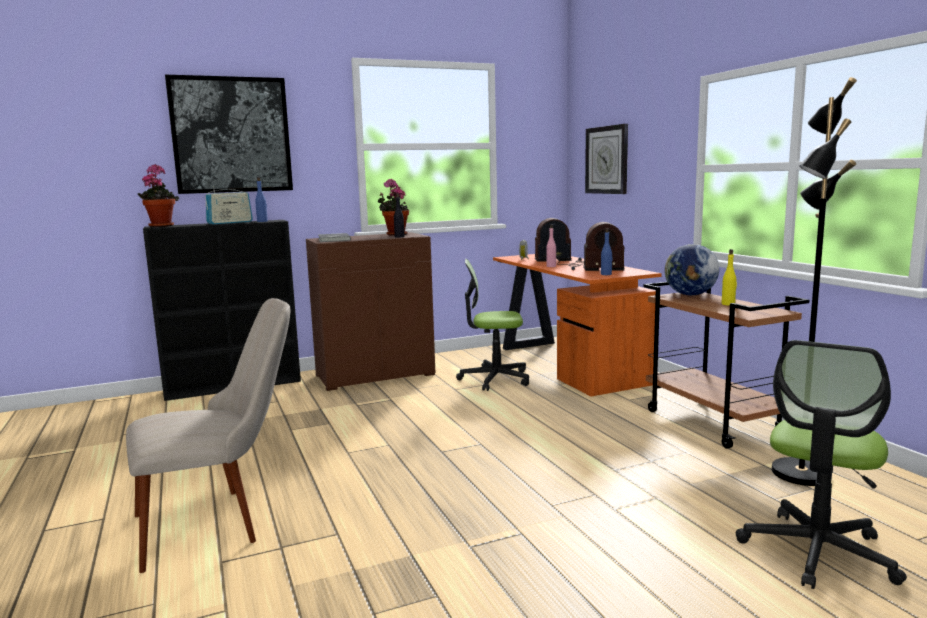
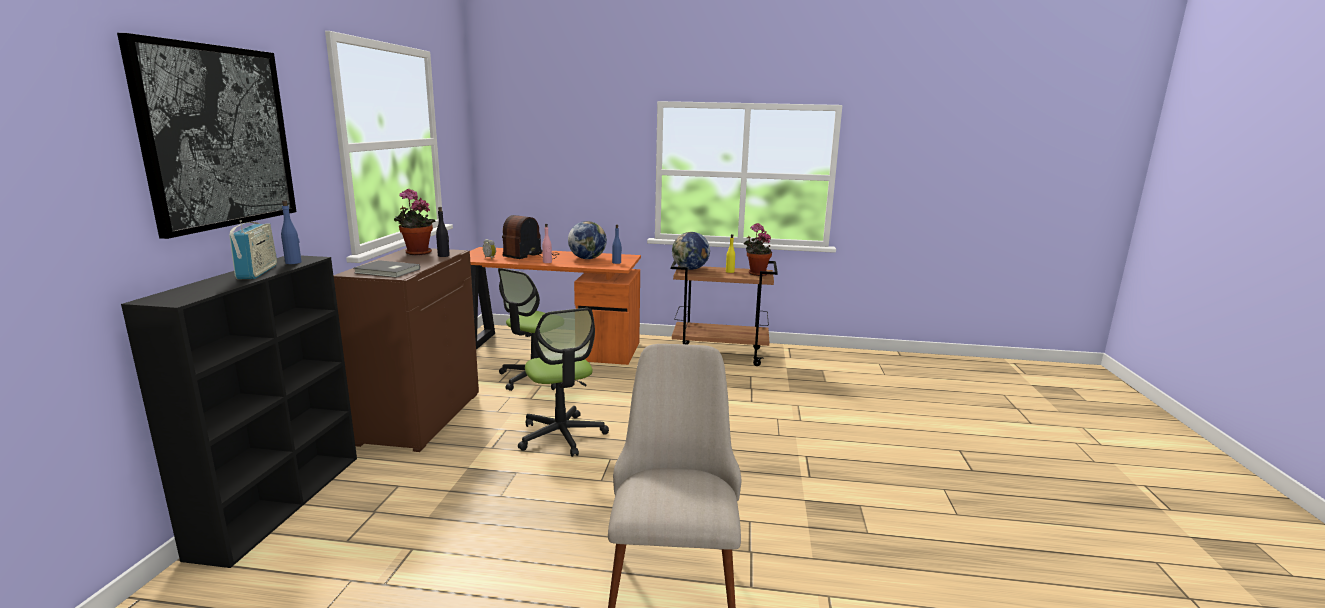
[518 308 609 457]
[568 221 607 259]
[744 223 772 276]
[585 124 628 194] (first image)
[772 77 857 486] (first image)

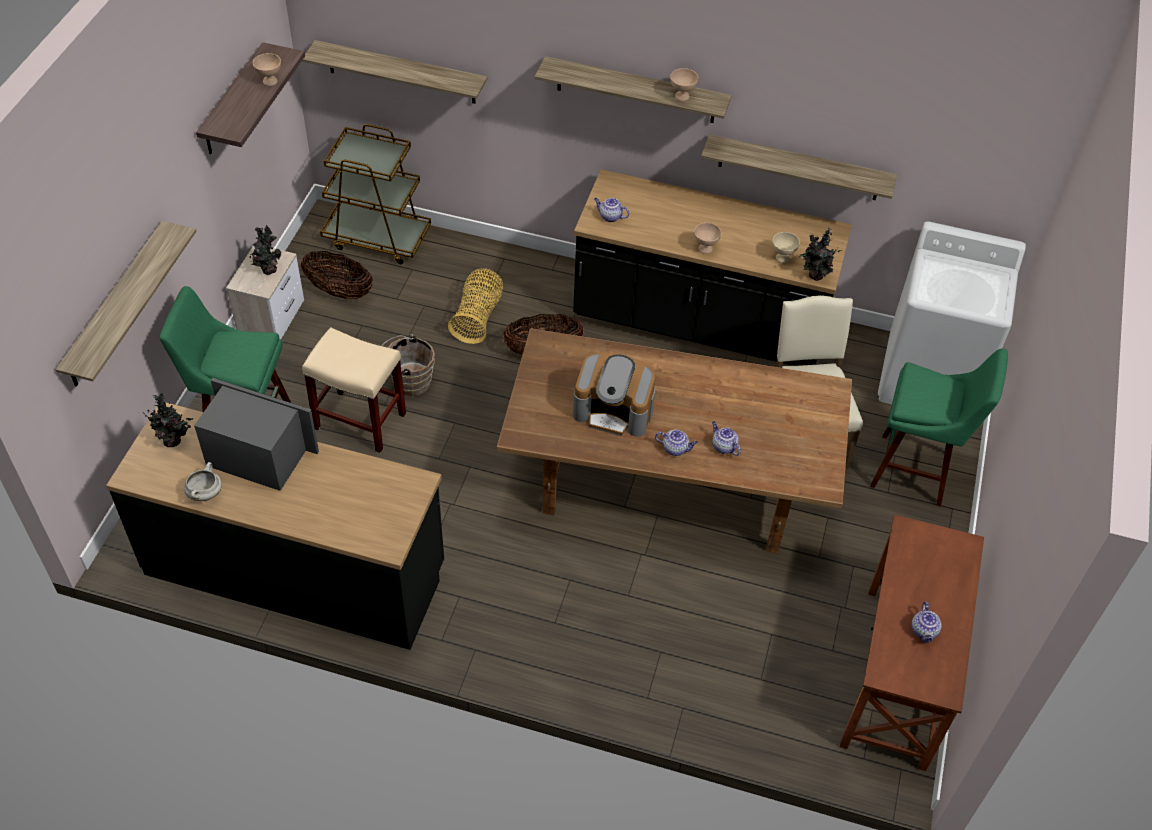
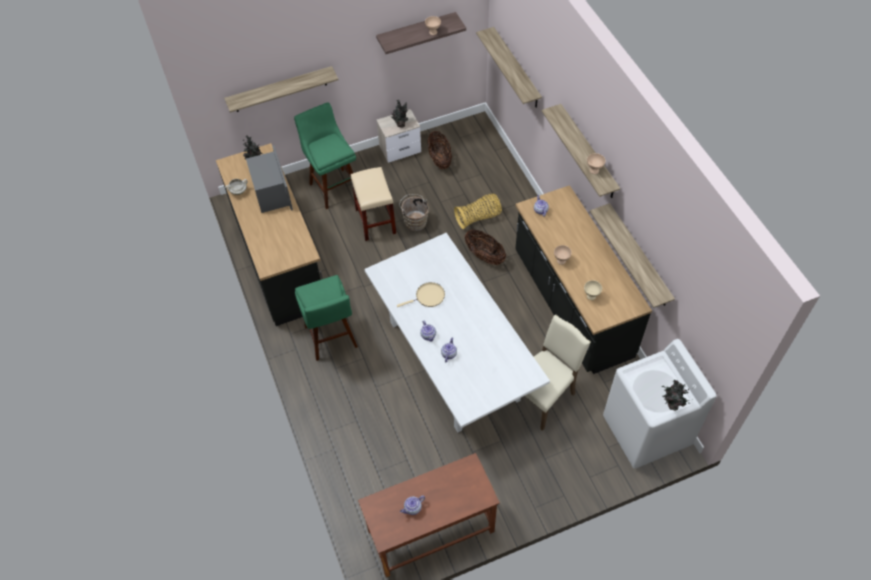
[295 275 358 361]
[365 233 550 432]
[397 282 445 307]
[661 380 690 411]
[320 124 431 264] (first image)

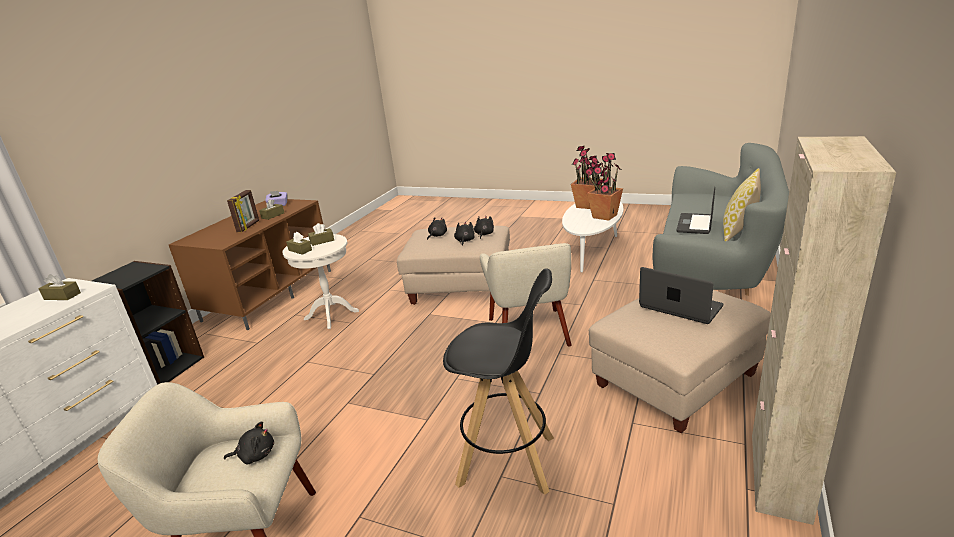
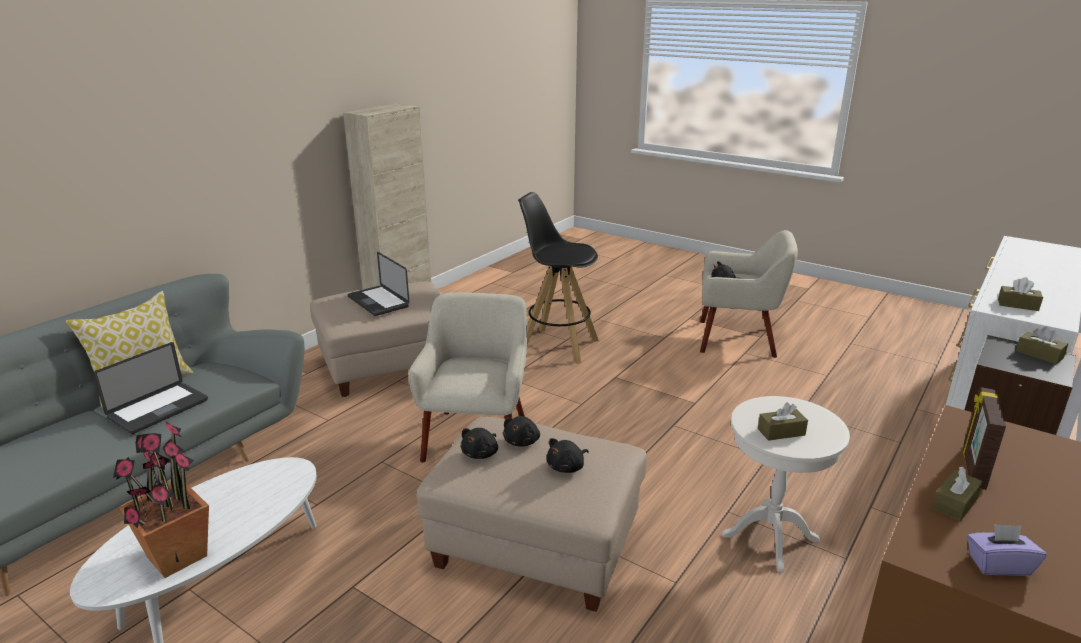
[1016 326 1068 364]
[587 153 623 221] (first image)

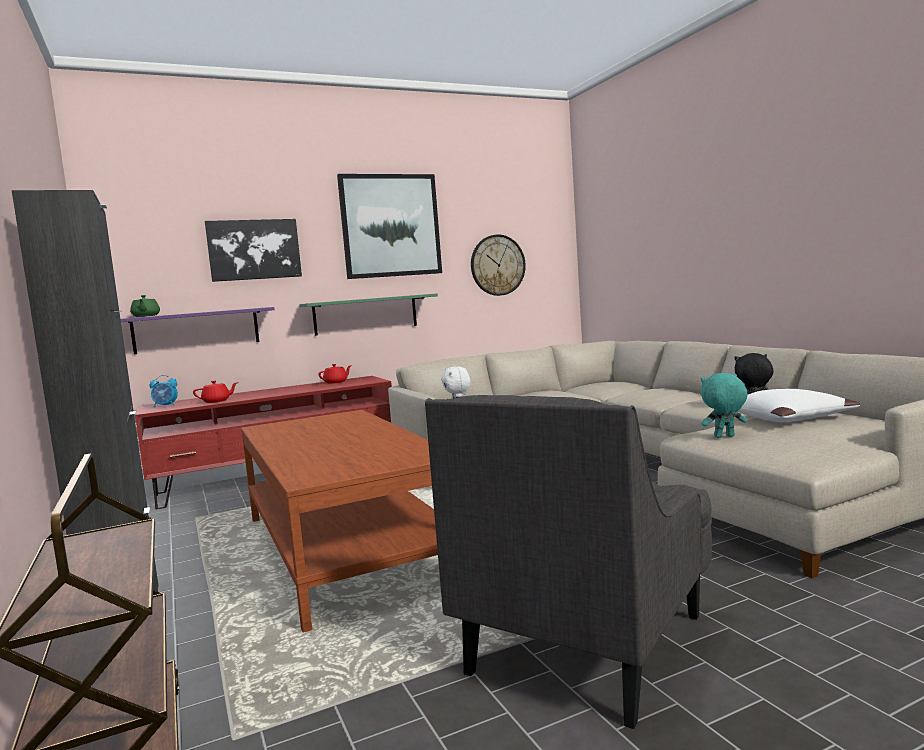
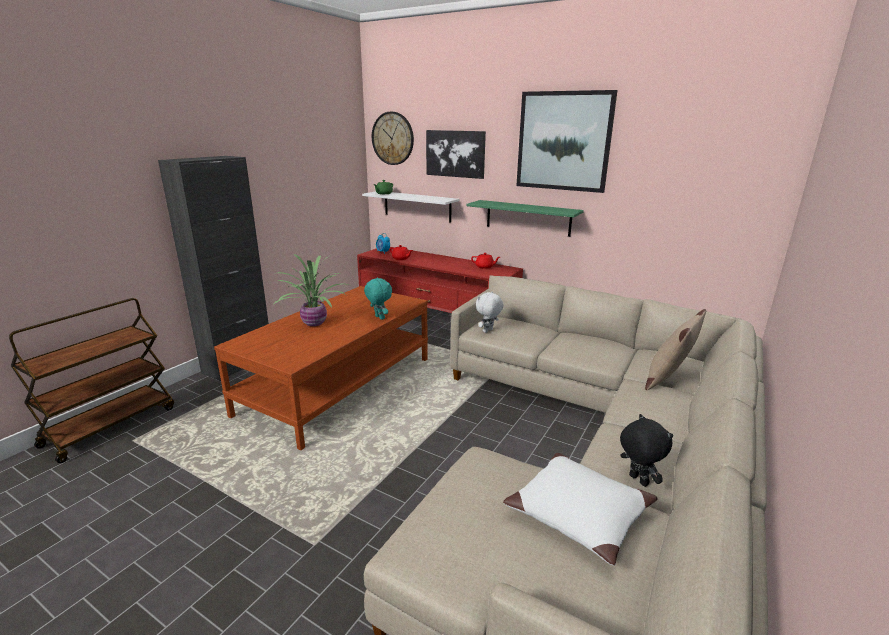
[274 254 348 326]
[362 191 460 223]
[364 277 392 320]
[372 112 414 165]
[645 309 706 390]
[425 395 712 729] (first image)

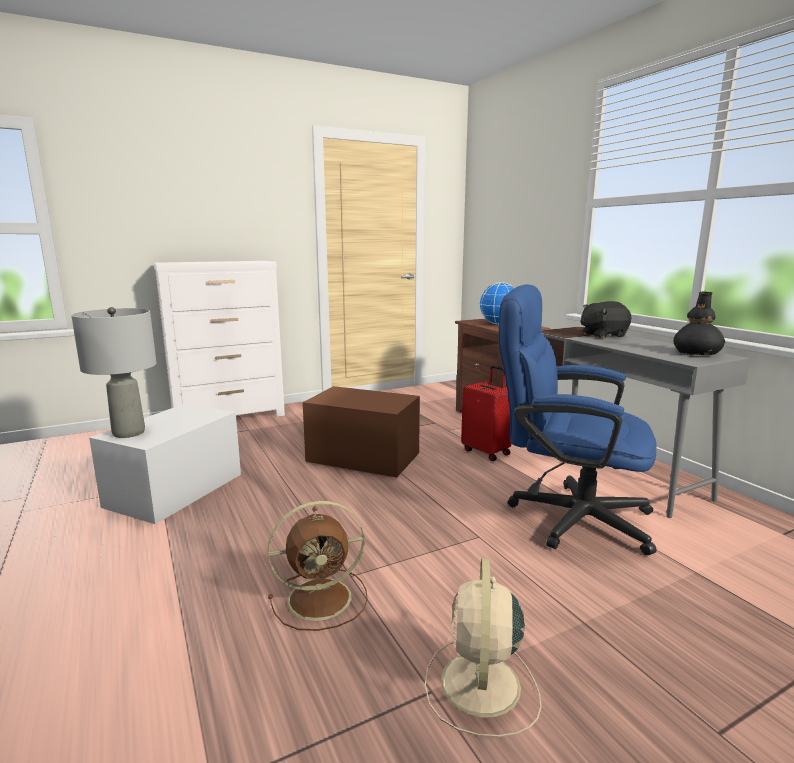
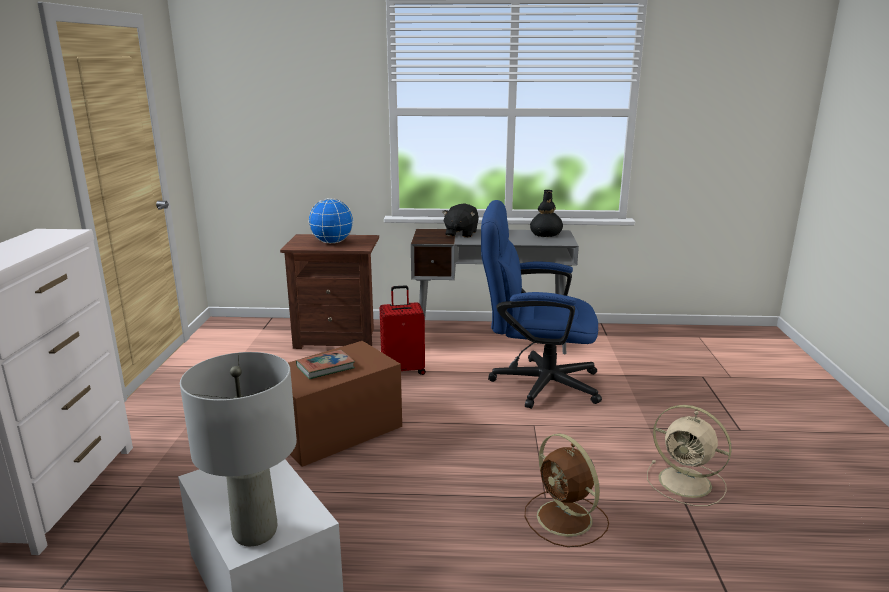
[296 350 355 379]
[481 200 602 409]
[525 433 609 547]

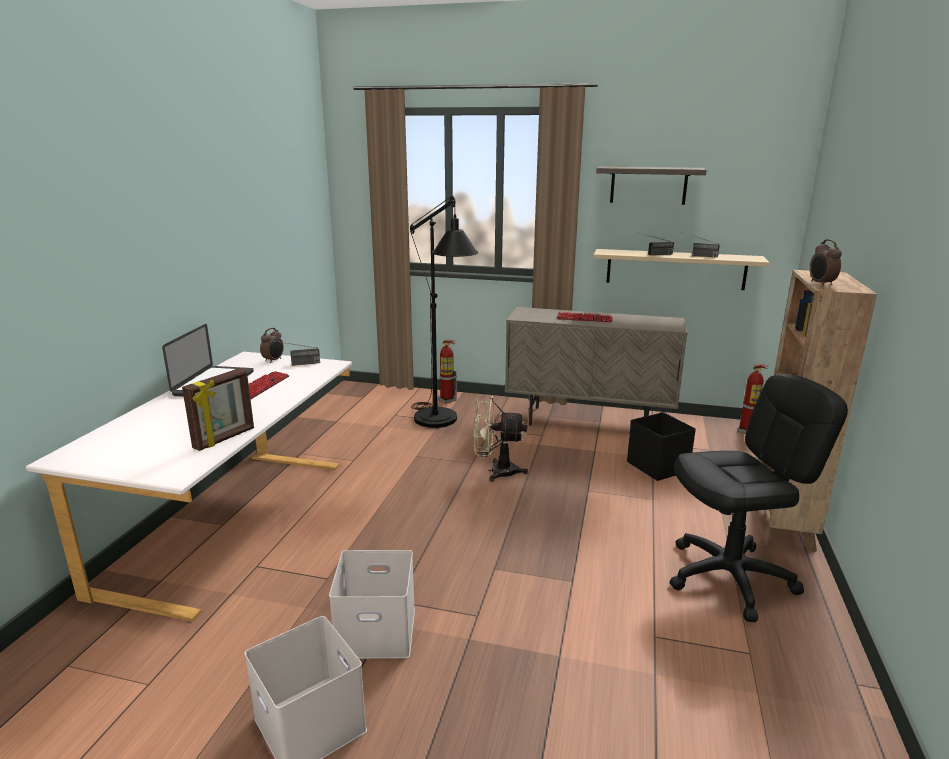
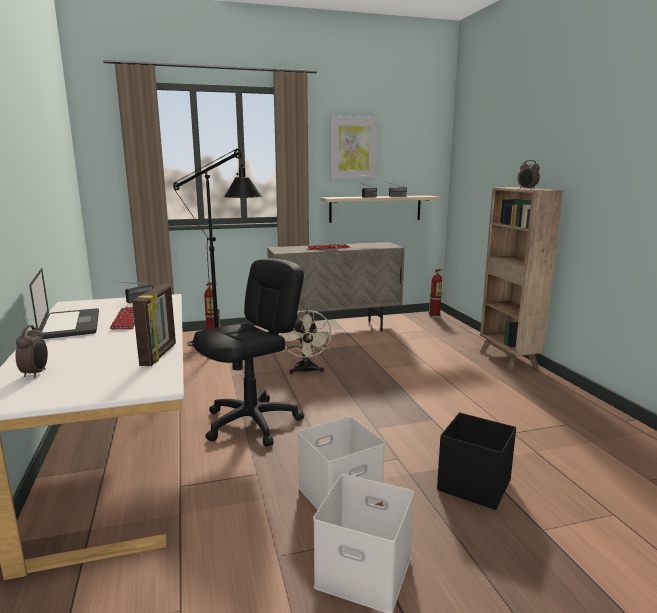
[16 325 48 378]
[193 258 304 447]
[281 309 333 374]
[330 116 378 179]
[437 412 516 510]

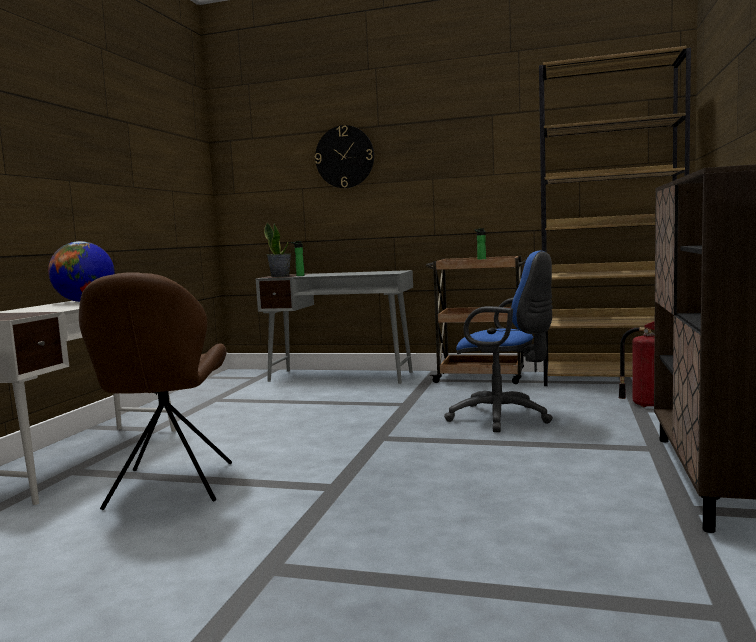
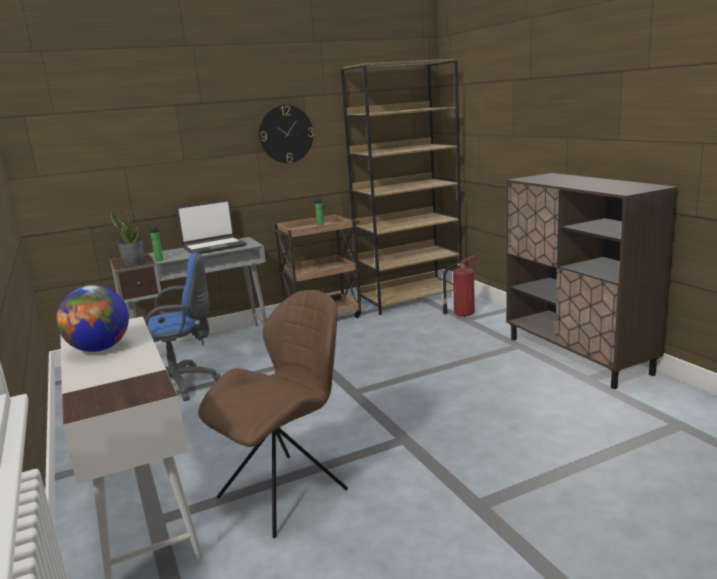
[145 252 221 401]
[176 199 247 254]
[198 290 348 538]
[259 105 314 163]

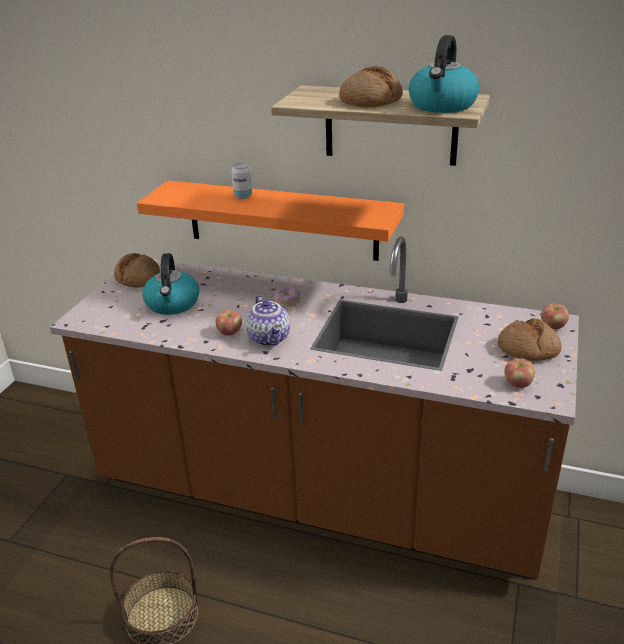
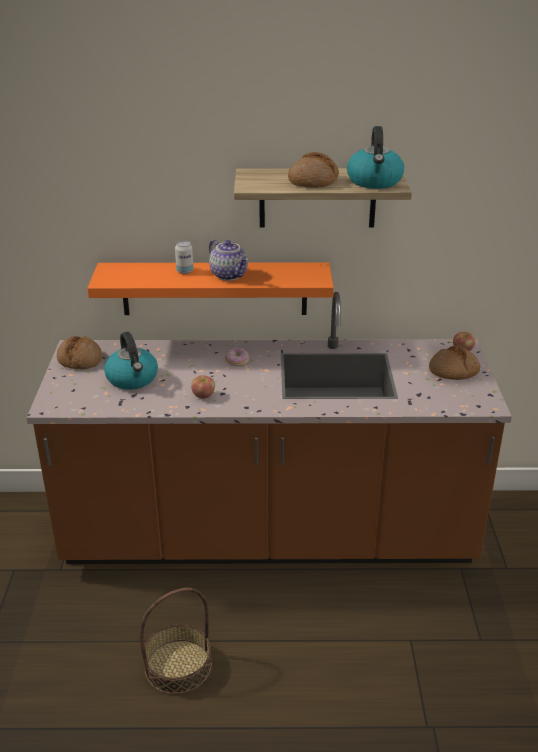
[209 239 248 281]
[504 358 535 388] (first image)

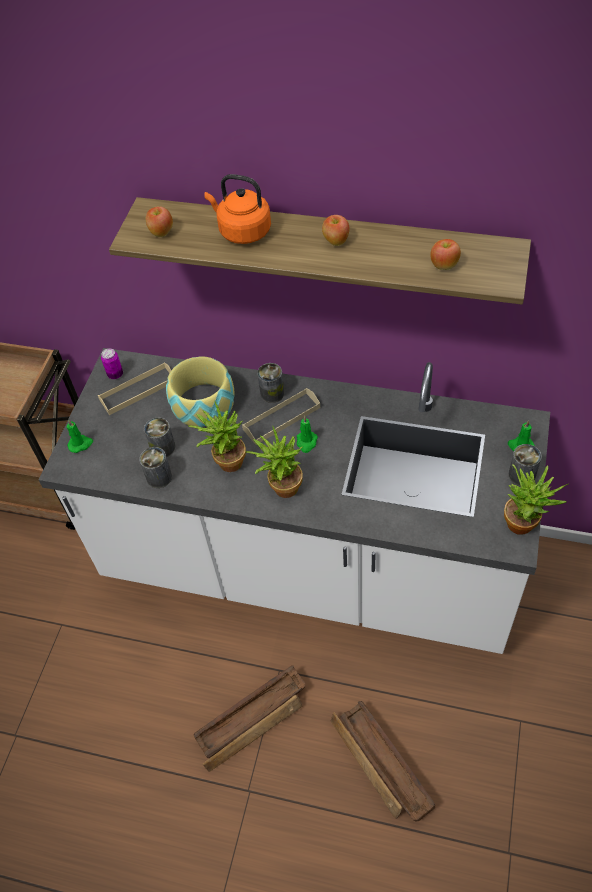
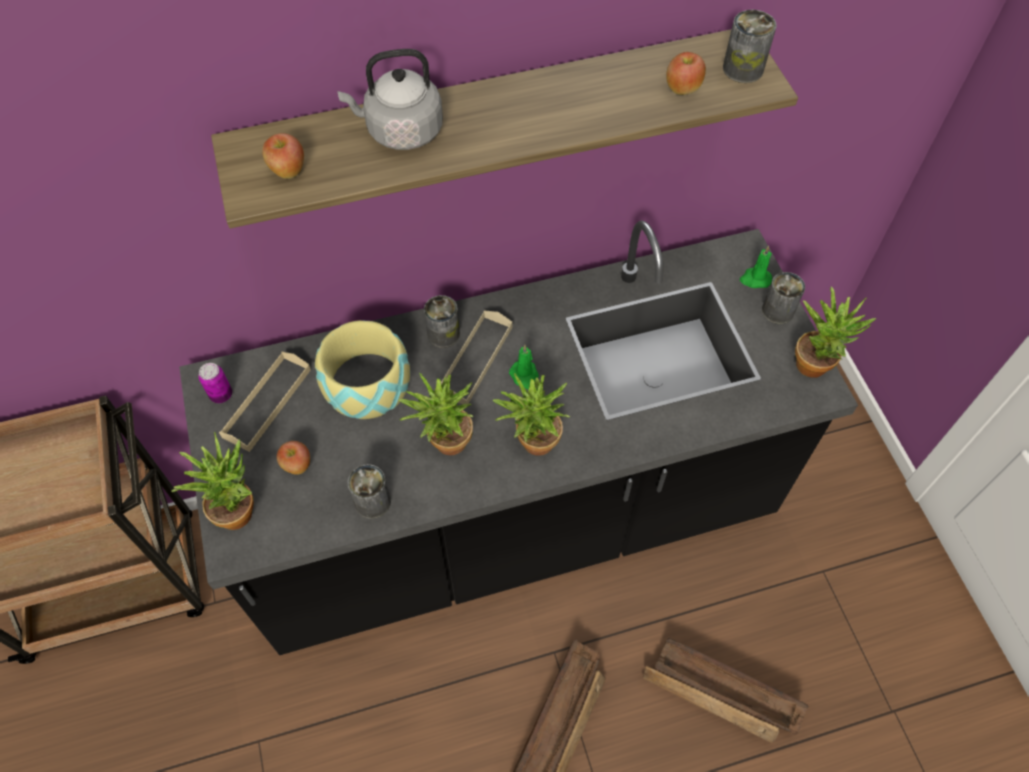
[171 432 254 530]
[179 220 858 655]
[277 441 310 475]
[337 49 443 150]
[723 10 776 83]

